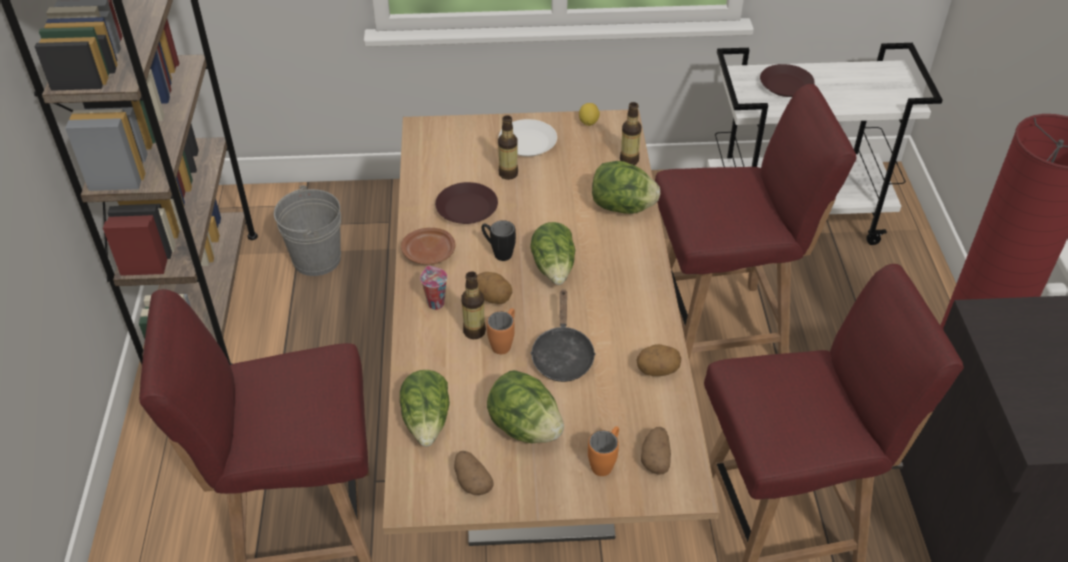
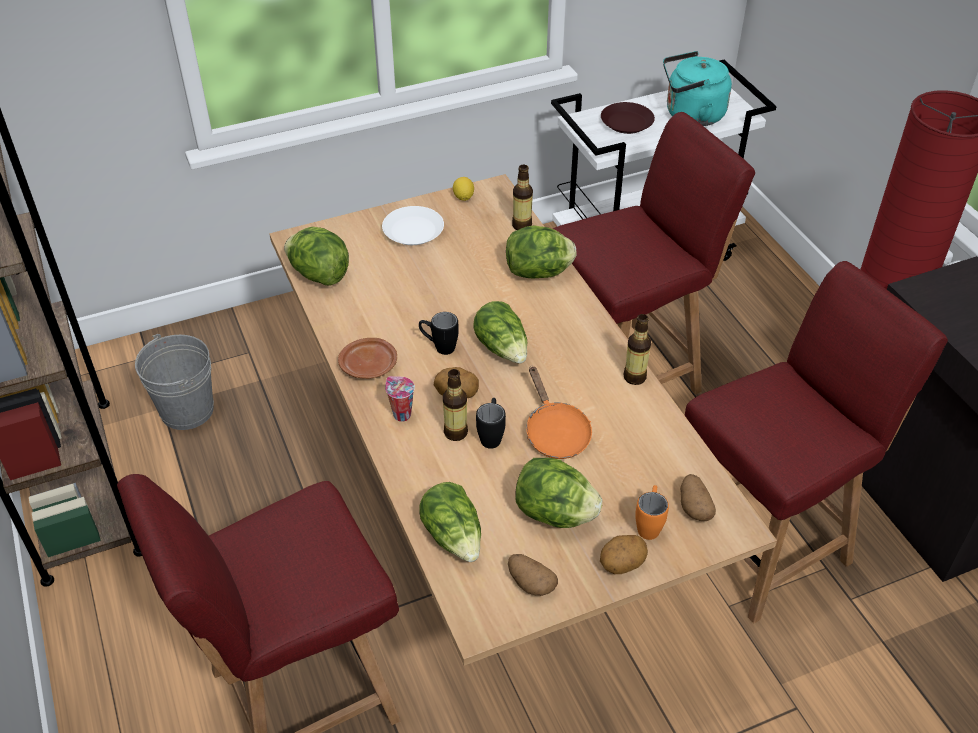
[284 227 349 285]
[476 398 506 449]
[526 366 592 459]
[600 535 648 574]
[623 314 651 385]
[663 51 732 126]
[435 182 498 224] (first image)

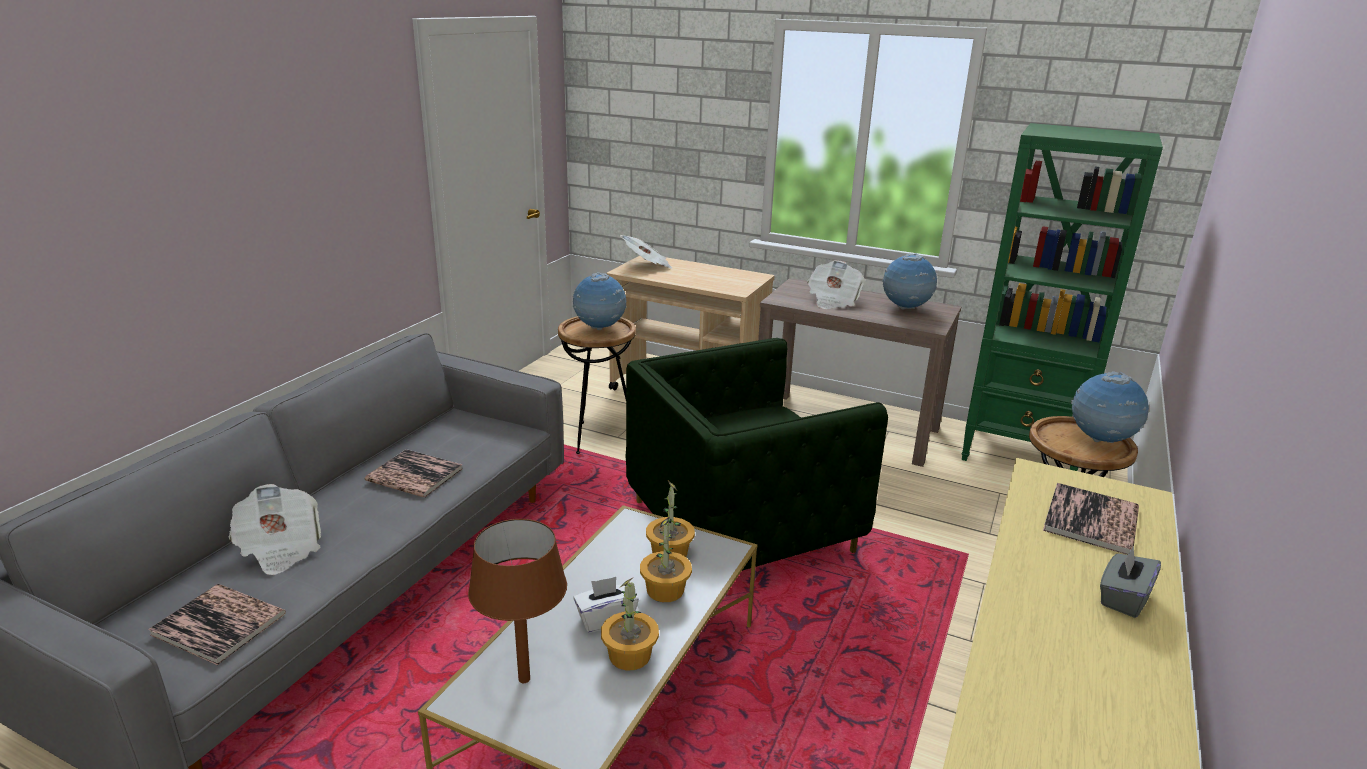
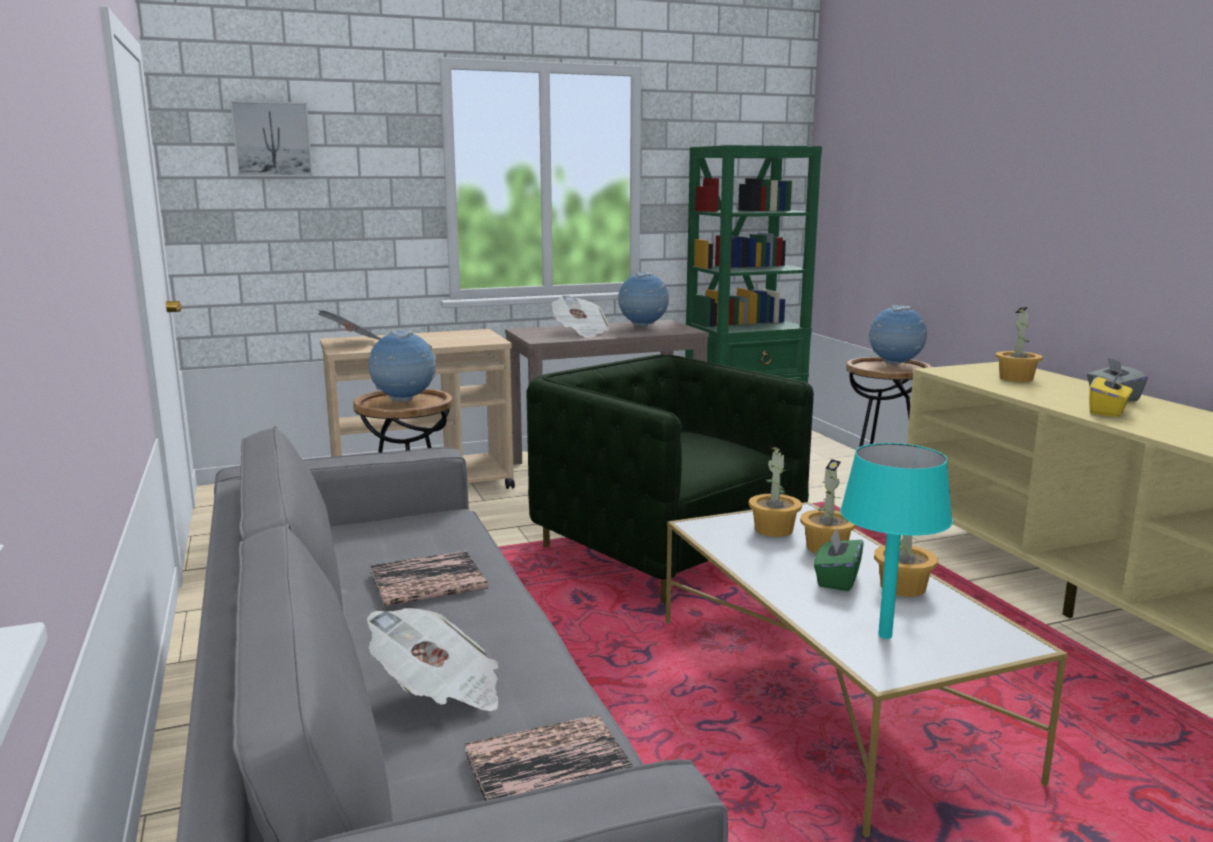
[231 101 313 176]
[526 354 814 604]
[814 529 864 591]
[840 443 953 639]
[995 307 1043 382]
[1089 370 1133 417]

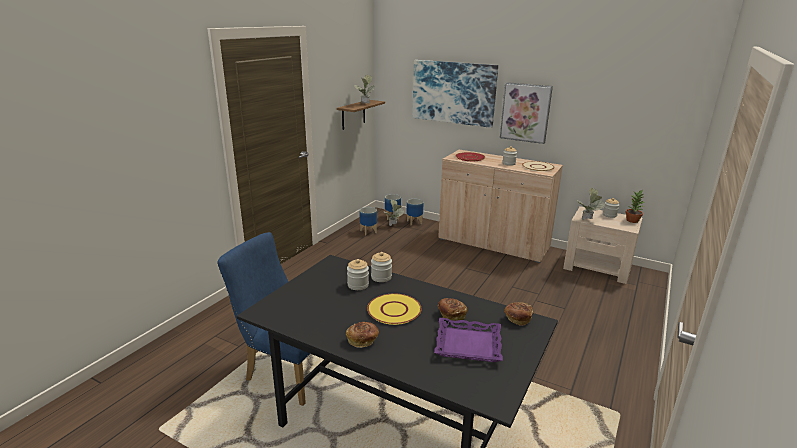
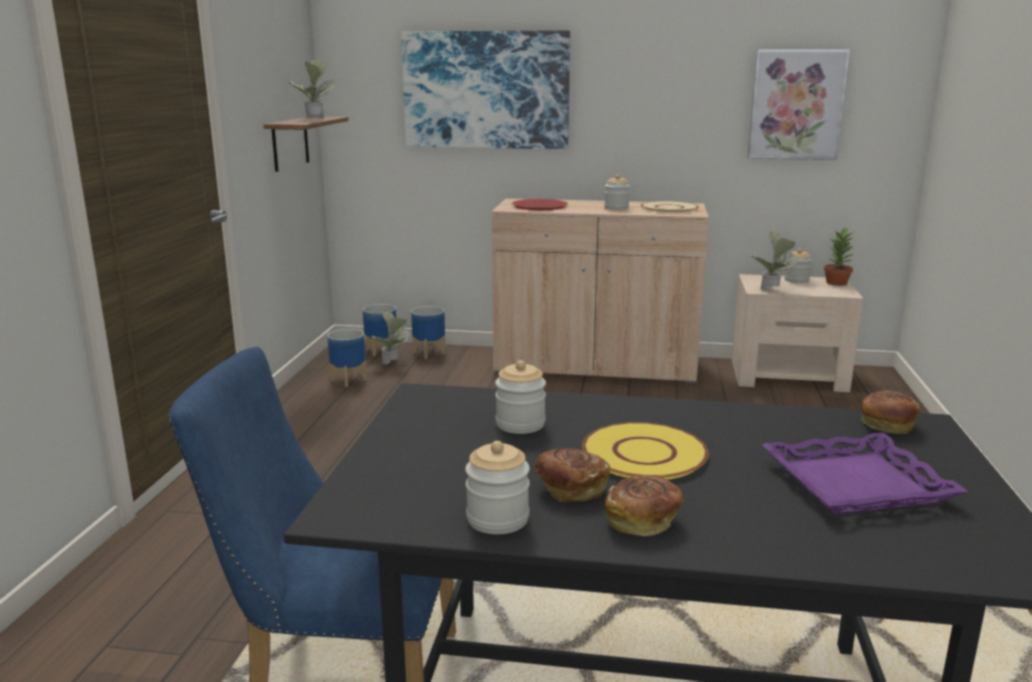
[465 441 530 534]
[535 448 610 502]
[748 49 850 160]

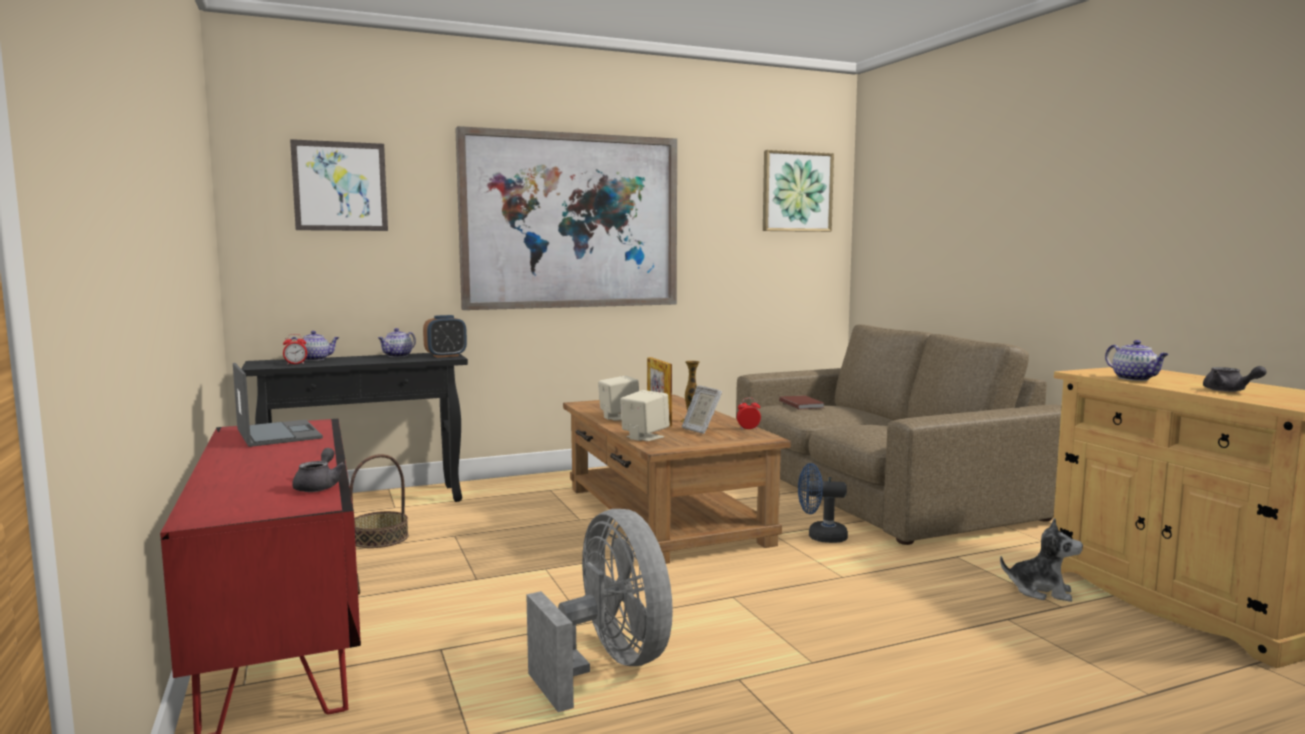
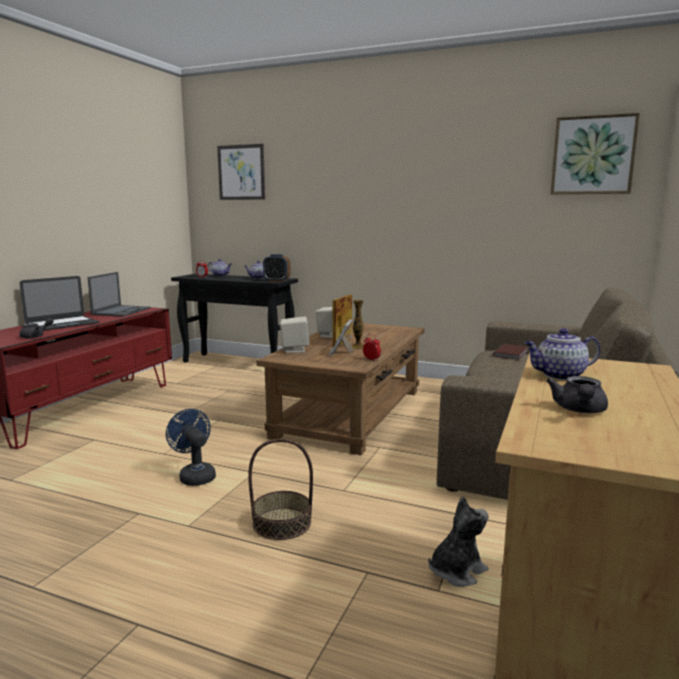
[20 276 100 331]
[166 409 216 486]
[248 439 313 540]
[428 496 489 587]
[524 328 601 380]
[455 126 677 310] (first image)
[526 509 673 712] (first image)

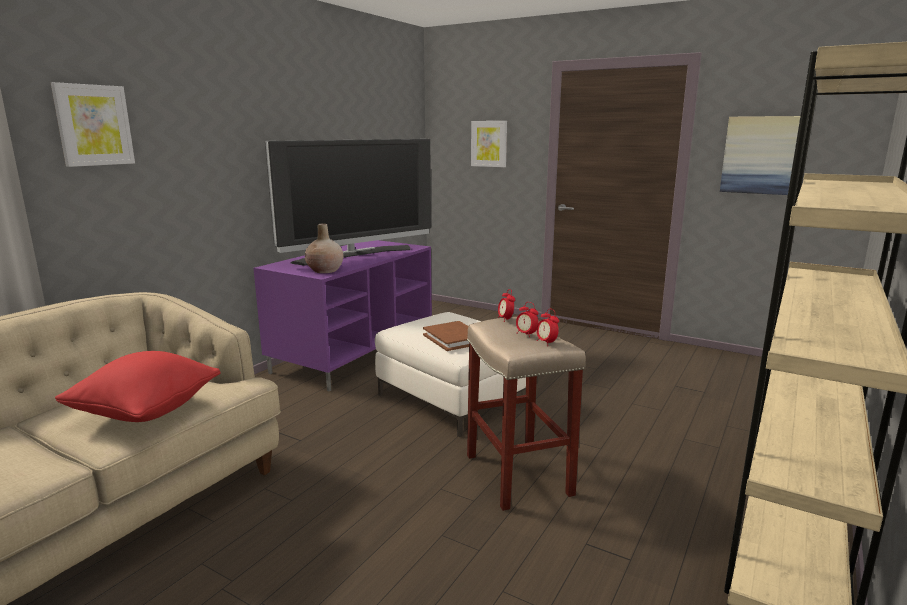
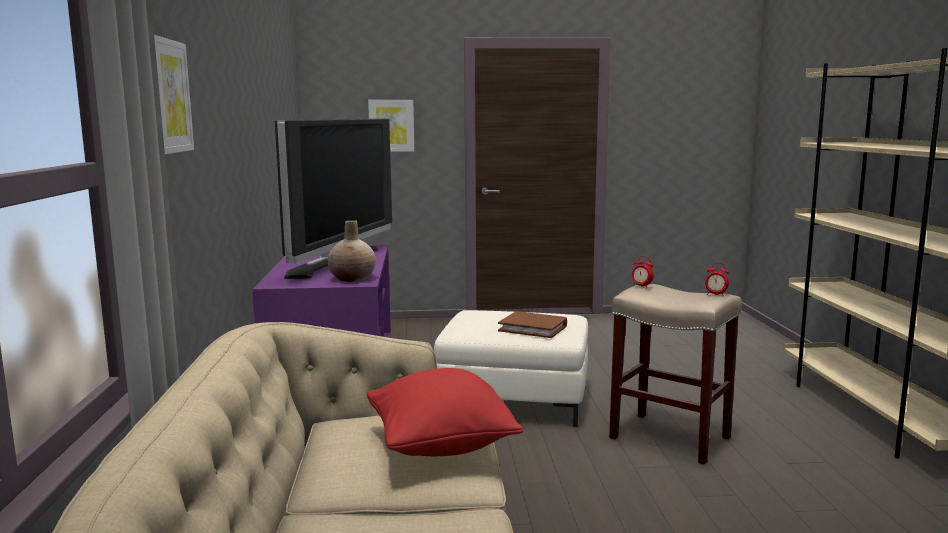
[516 302 539 338] (first image)
[720 116 800 195] (first image)

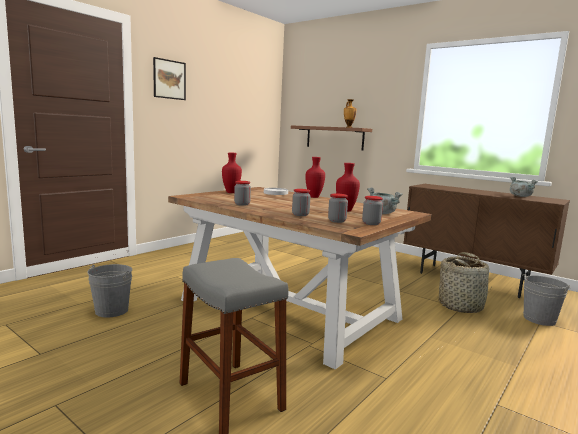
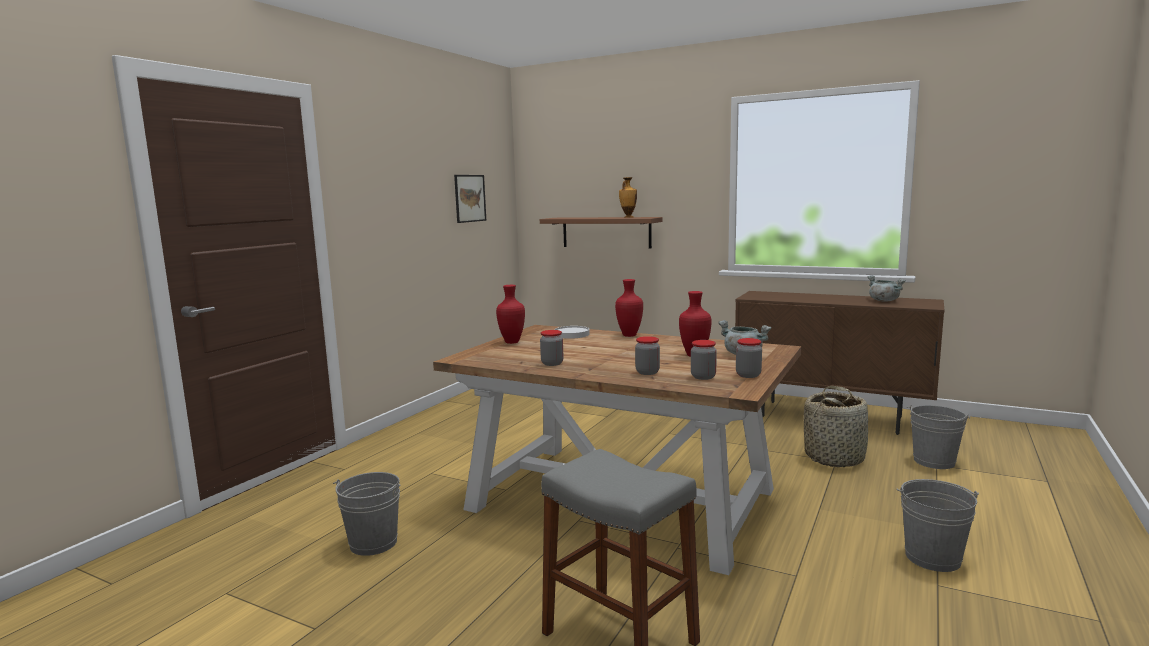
[454 175 486 223]
[896 479 979 572]

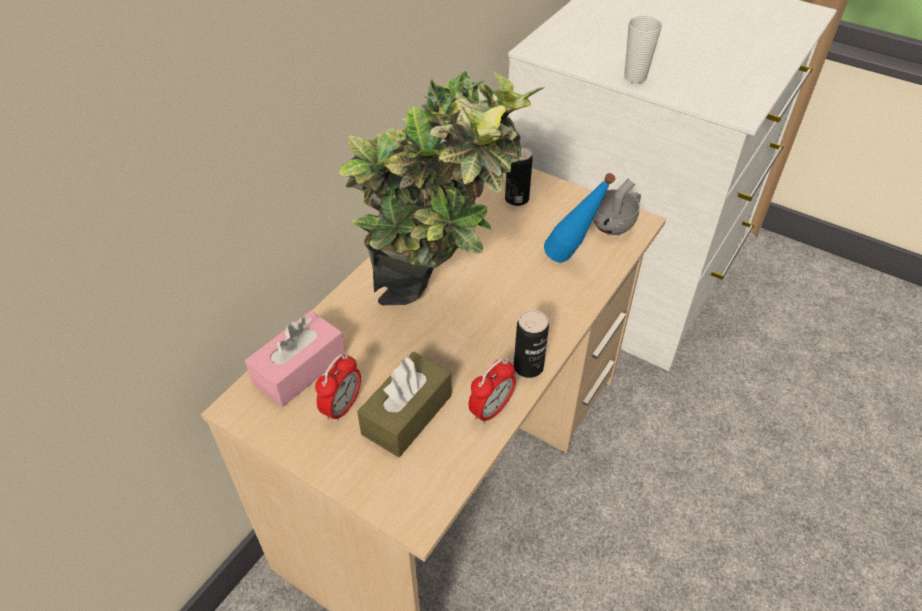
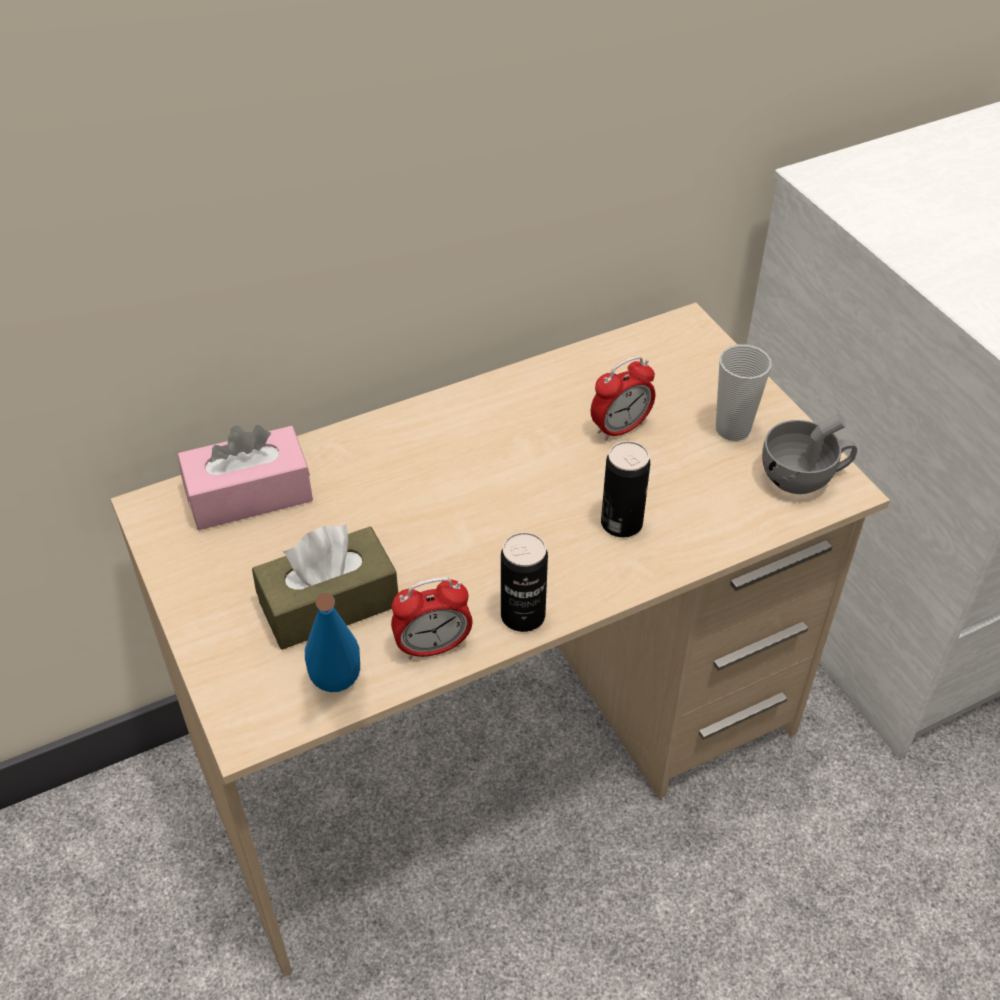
[305 593 360 692]
[591 356 655 441]
[601 441 650 537]
[716 344 772 441]
[339 71 544 305] (first image)

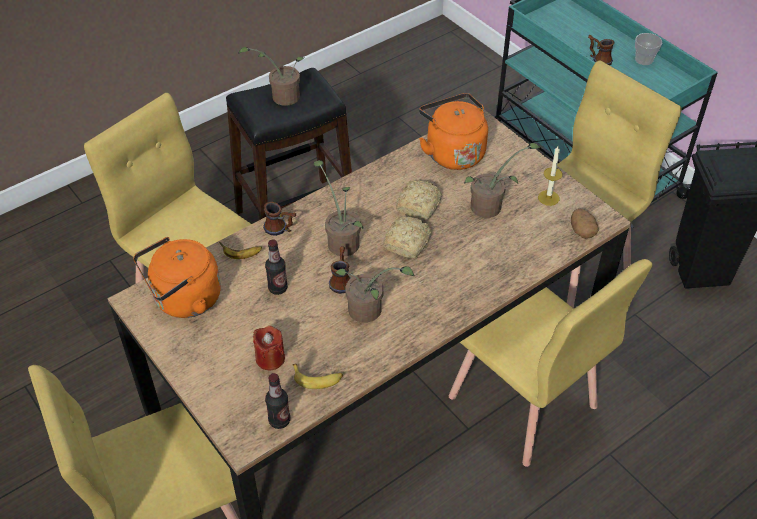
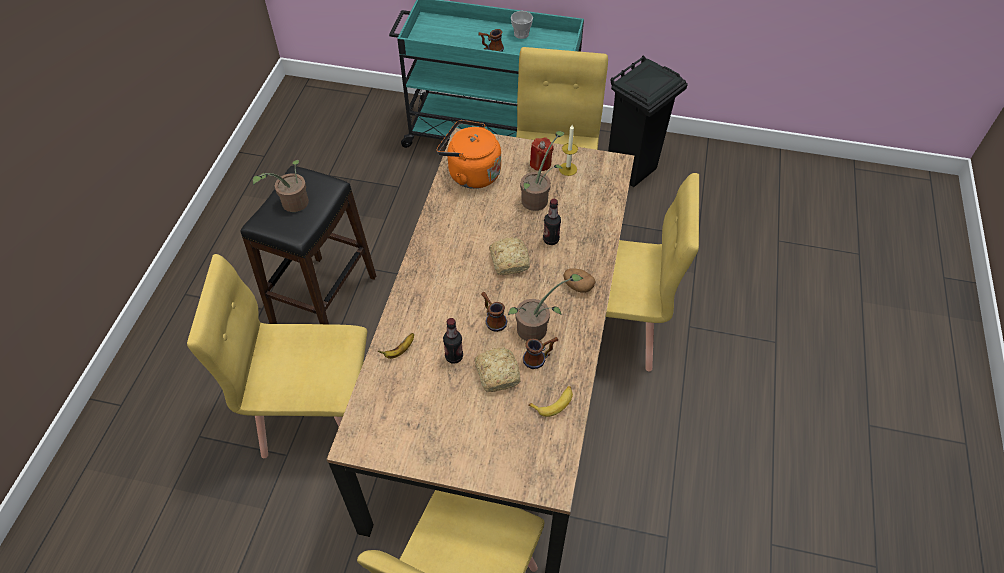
[474 347 520 392]
[523 337 558 369]
[530 137 554 171]
[543 199 561 245]
[563 268 596 293]
[133 237 221 318] (first image)
[313 160 363 256] (first image)

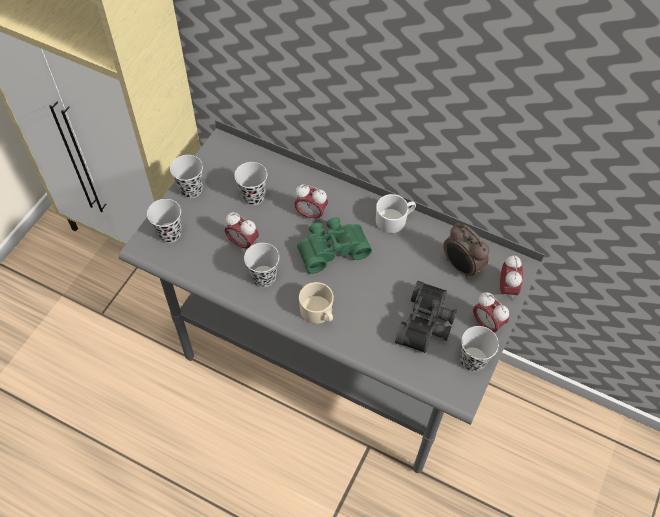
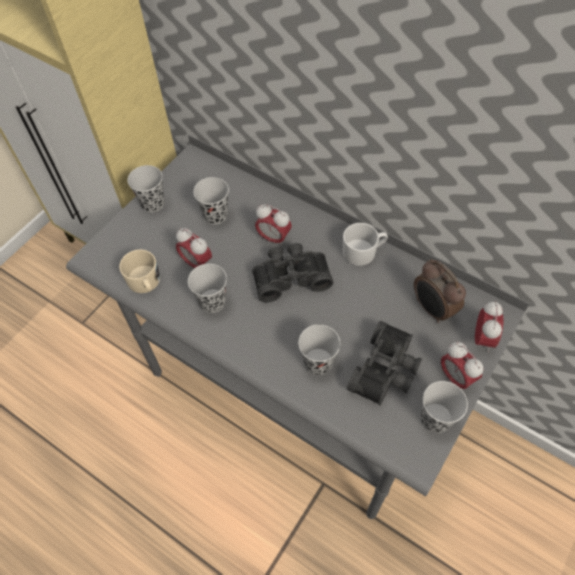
[119 249 160 293]
[252 243 333 302]
[298 324 340 375]

